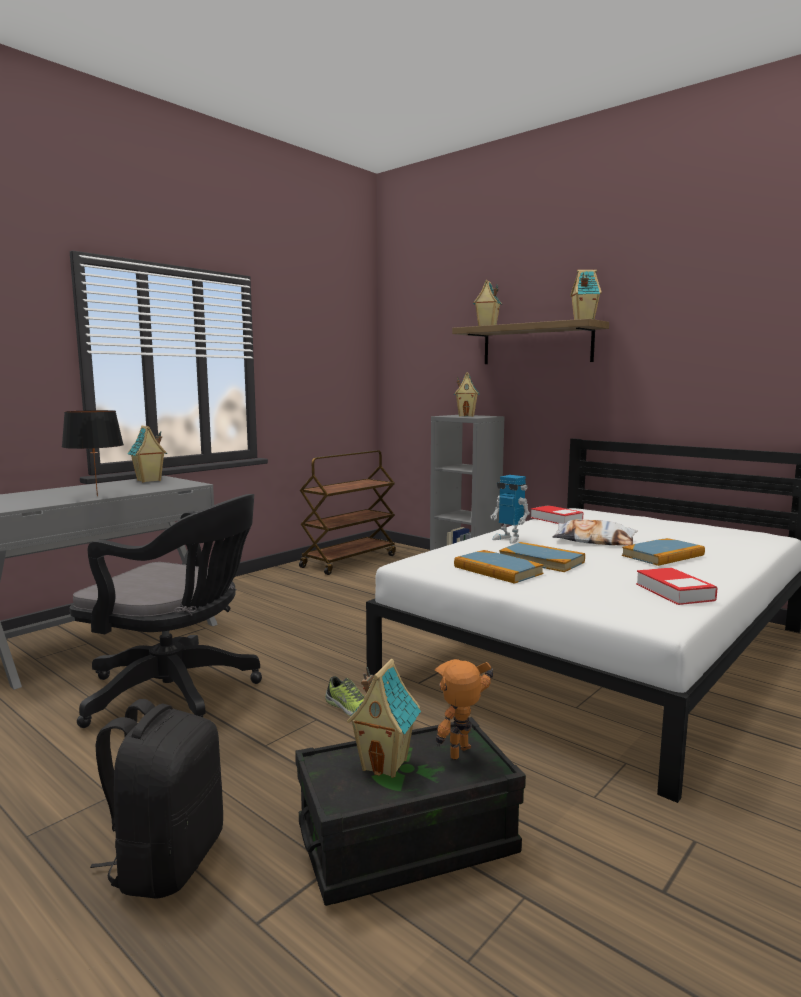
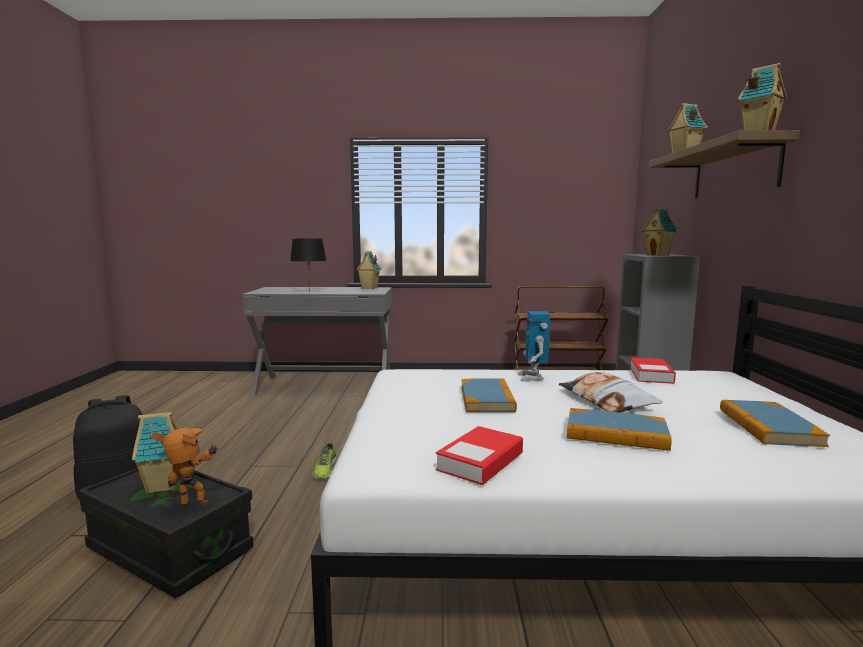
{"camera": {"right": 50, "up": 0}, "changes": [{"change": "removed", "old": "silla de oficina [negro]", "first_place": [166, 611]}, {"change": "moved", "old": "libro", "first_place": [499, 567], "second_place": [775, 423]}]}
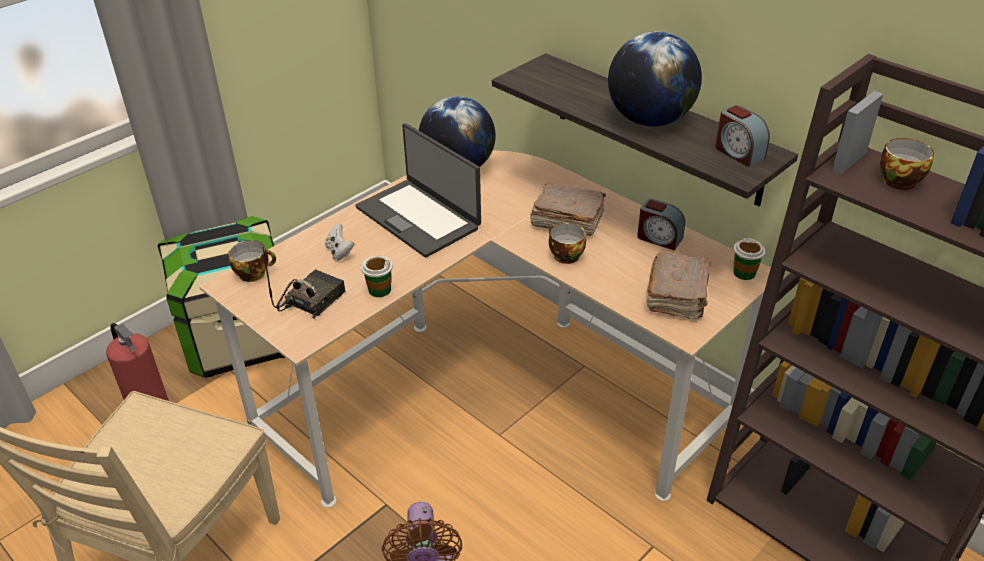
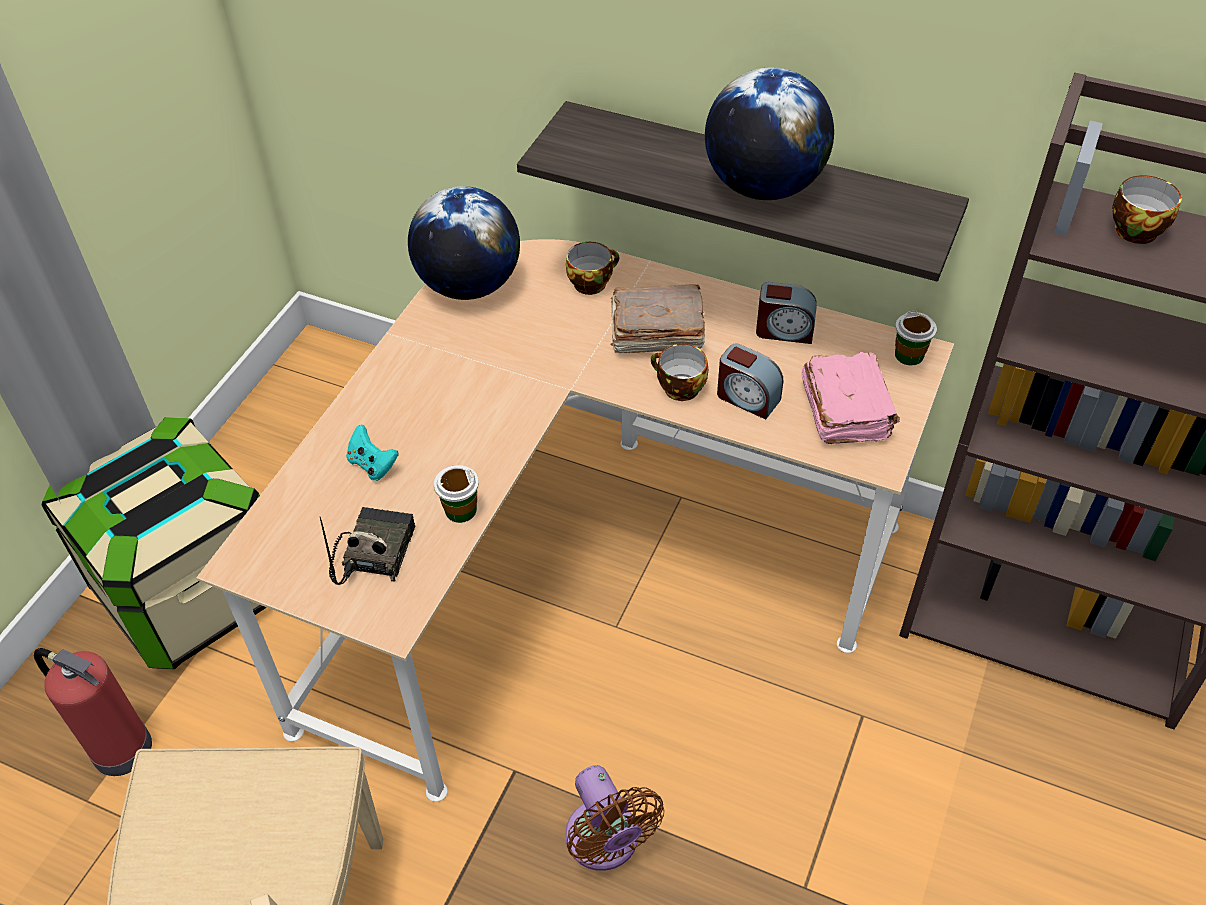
{"camera": {"right": -20, "up": 10}, "changes": [{"change": "removed", "old": "portátil", "first_place": [418, 190]}, {"change": "moved", "old": "taza", "first_place": [252, 261], "second_place": [592, 268]}, {"change": "moved", "old": "despertador", "first_place": [742, 136], "second_place": [750, 381]}, {"change": "recoloured", "old": "mando de consola [blanco]", "new": "mando de consola [turquesa]", "first_place": [339, 242], "second_place": [372, 453]}, {"change": "recoloured", "old": "libro [marrón]", "new": "libro [rosa]", "first_place": [678, 285], "second_place": [850, 398]}]}
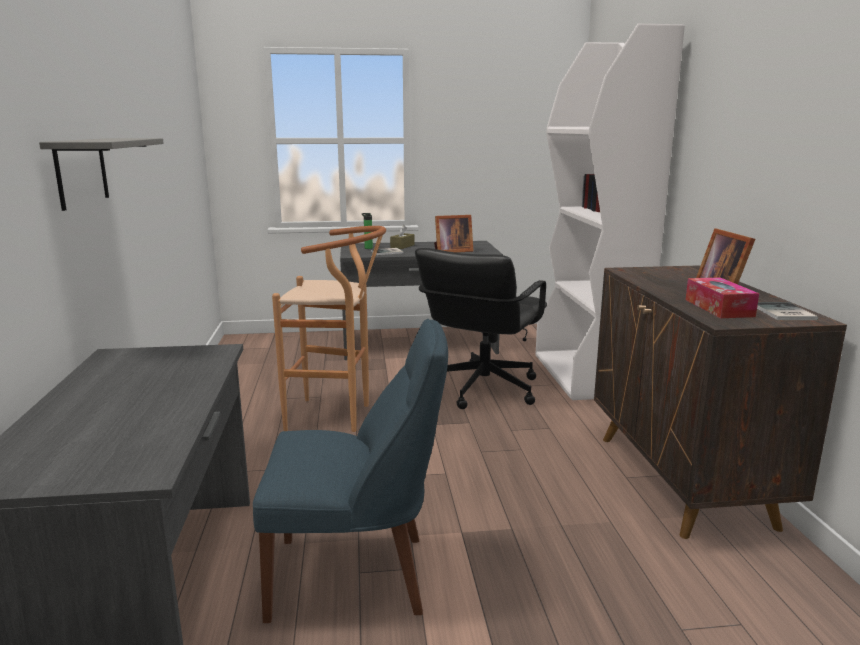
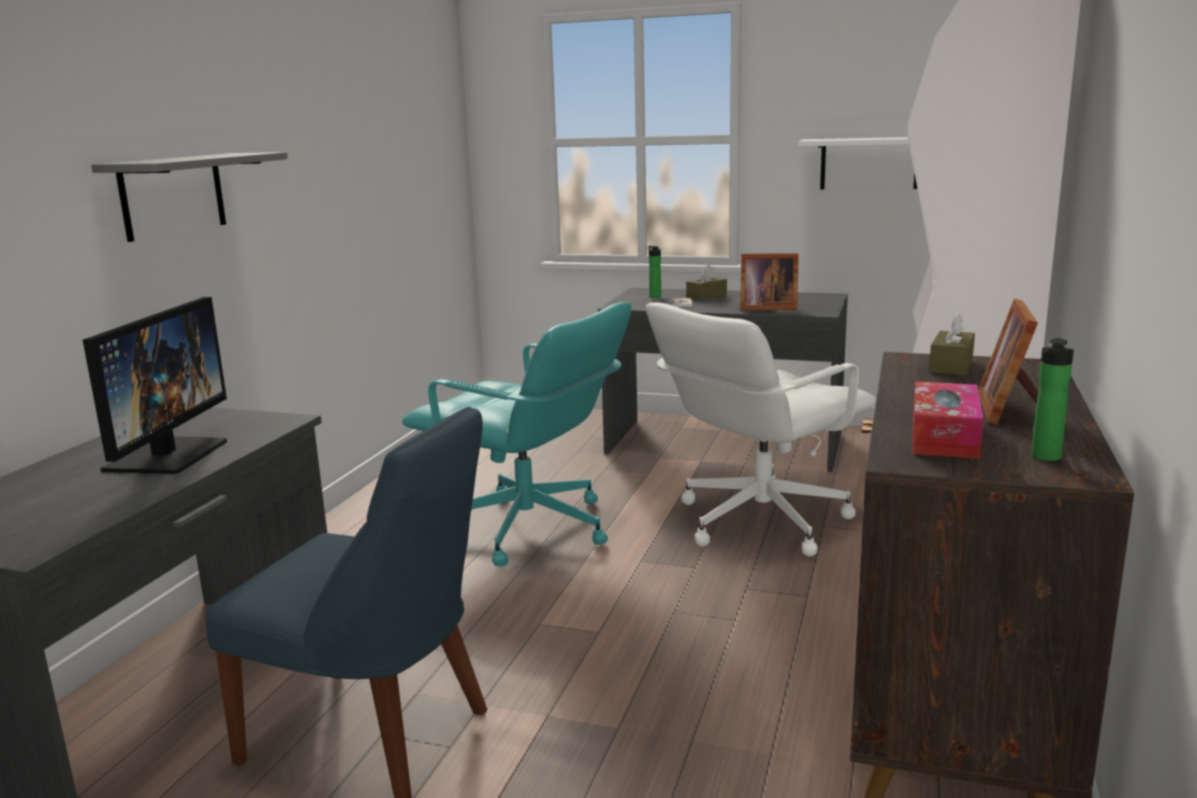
{"camera": {"right": 25, "up": 0}, "changes": [{"change": "added", "new": "monitor", "second_place": [155, 385]}, {"change": "added", "new": "estante [blanco]", "second_place": [857, 163]}, {"change": "added", "new": "caja de pañuelos [marrón]", "second_place": [952, 344]}, {"change": "replaced", "old": "taburete [marrón]", "new": "silla de oficina [turquesa]", "first_place": [329, 329], "second_place": [516, 434]}, {"change": "replaced", "old": "libro", "new": "botella", "first_place": [787, 311], "second_place": [1052, 399]}, {"change": "recoloured", "old": "silla de oficina [negro]", "new": "silla de oficina [blanco]", "first_place": [481, 328], "second_place": [761, 430]}]}
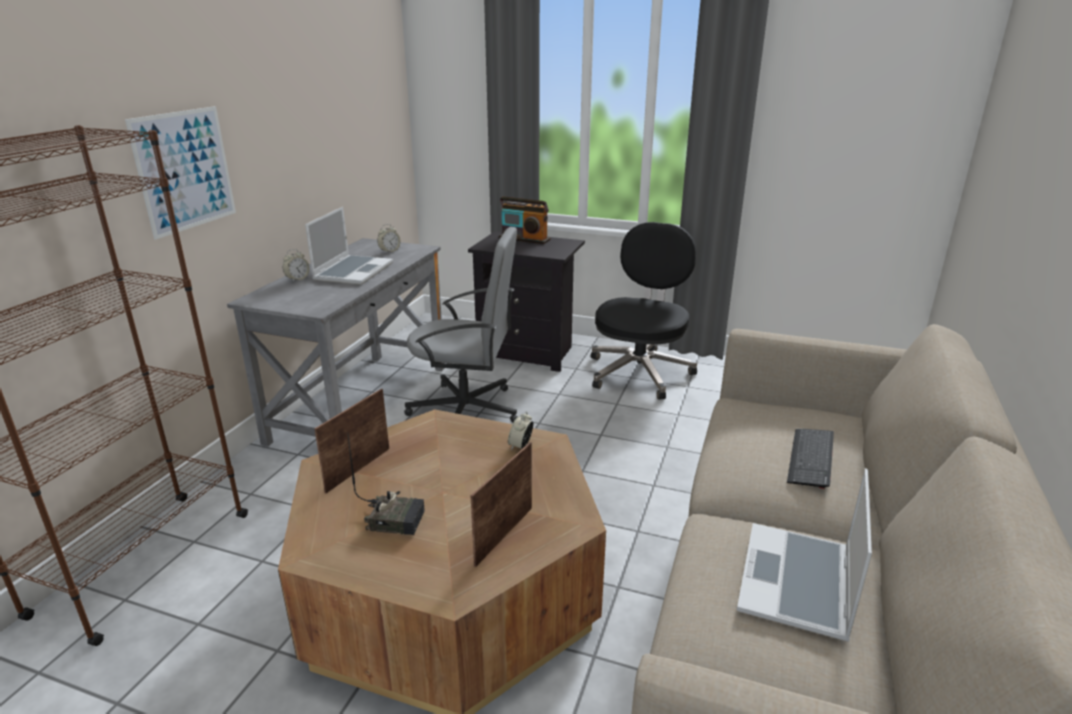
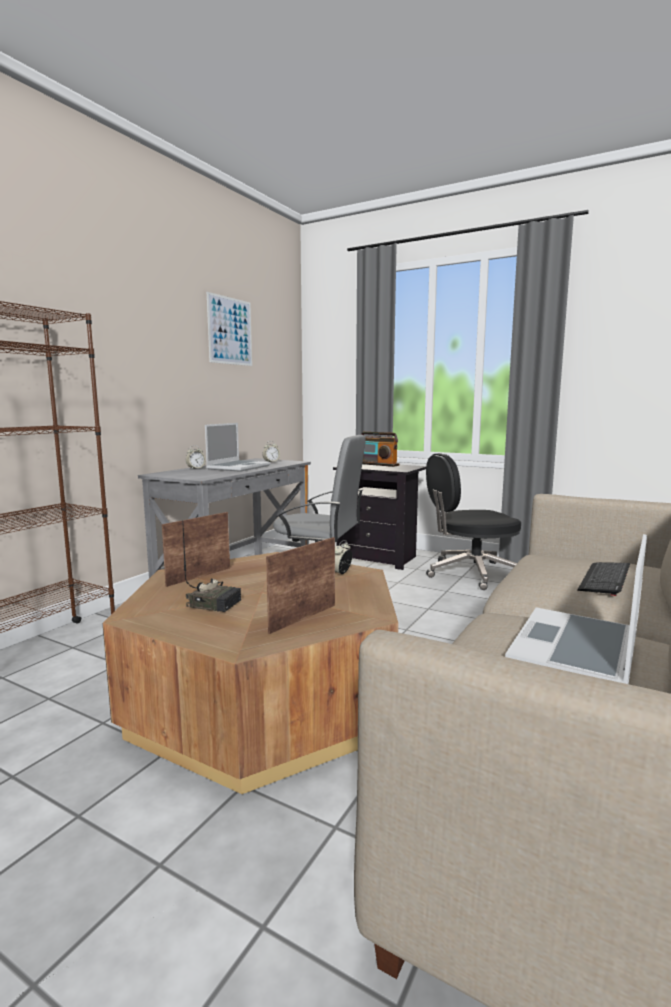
{"camera": {"right": 10, "up": -15}, "changes": [{"change": "moved", "old": "cuadro", "first_place": [180, 173], "second_place": [229, 329]}, {"change": "turned", "old": "silla de oficina [negro]", "first_place": [644, 311], "second_place": [473, 521], "degrees": -135}]}
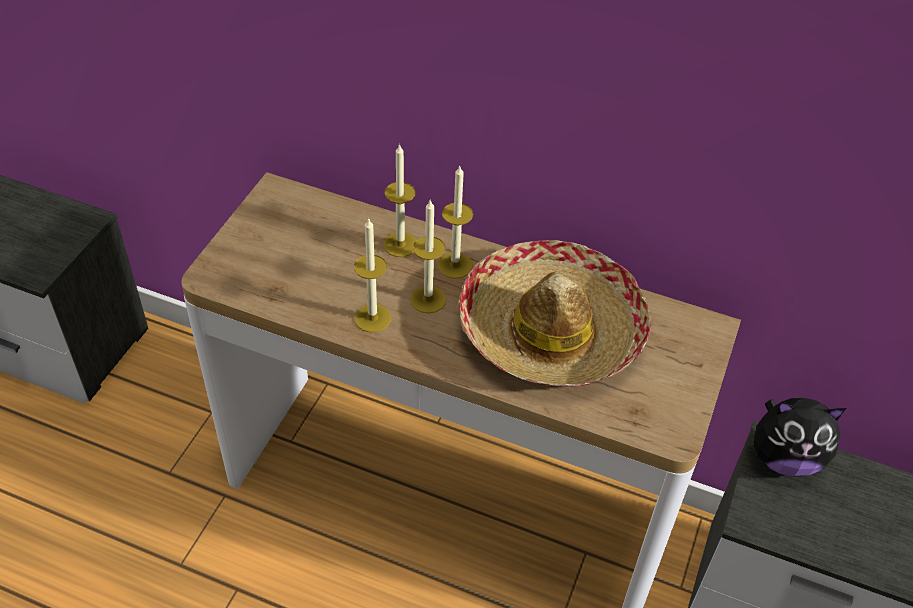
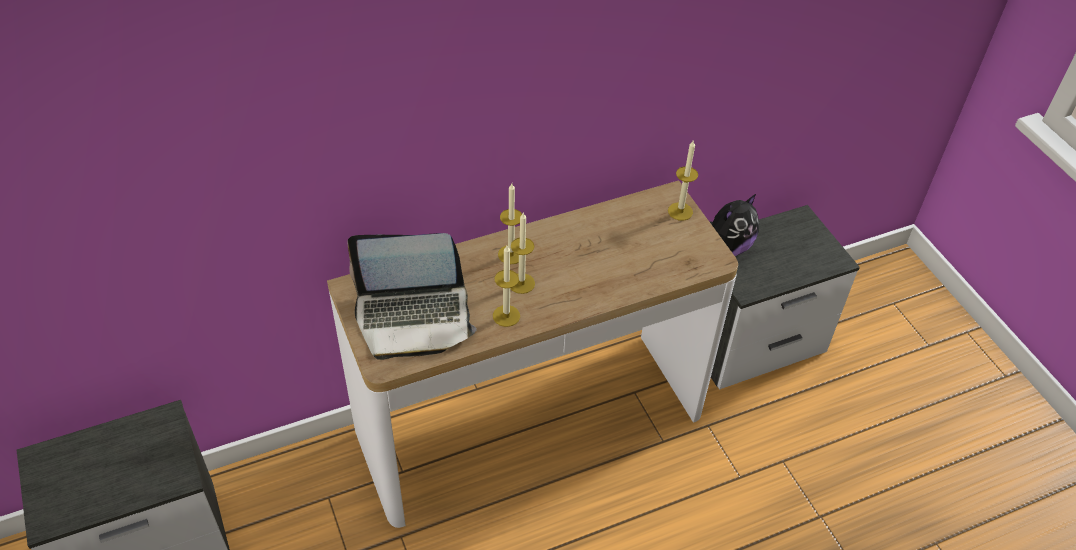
{"camera": {"right": -45, "up": 0}, "changes": [{"change": "removed", "old": "sombrero", "first_place": [554, 313]}, {"change": "added", "new": "portátil", "second_place": [412, 296]}, {"change": "moved", "old": "vela", "first_place": [400, 200], "second_place": [683, 181]}]}
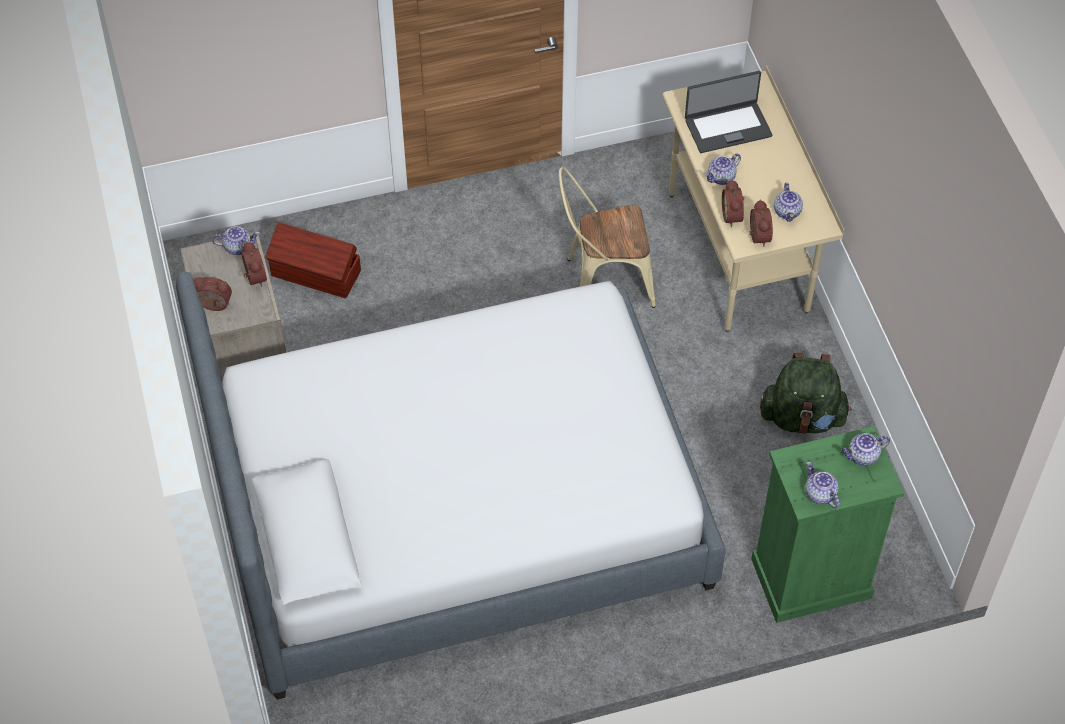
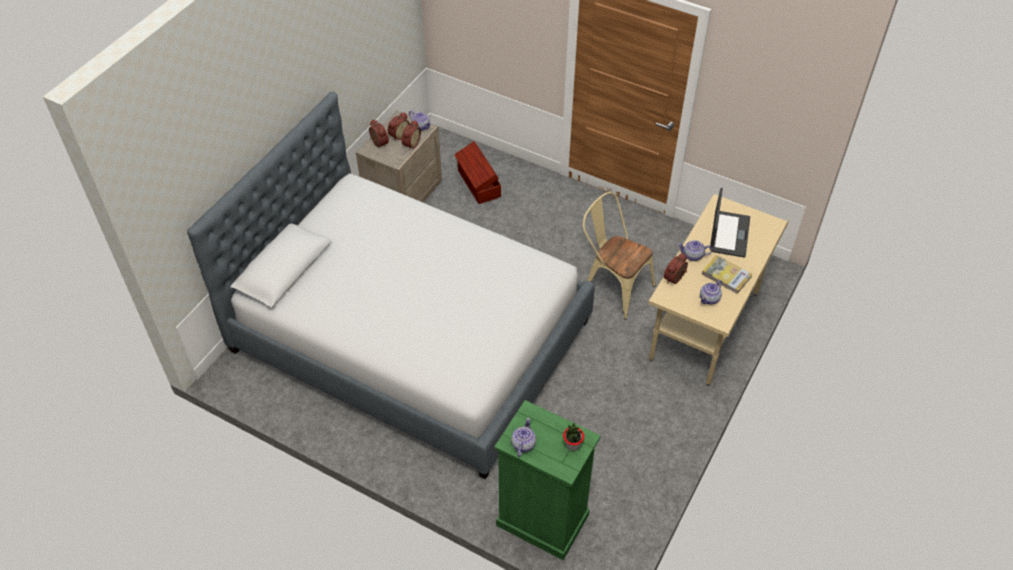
{"camera": {"right": 45, "up": -5}, "changes": [{"change": "removed", "old": "mochila [verde]", "first_place": [805, 393]}, {"change": "added", "new": "libro", "second_place": [726, 274]}, {"change": "moved", "old": "despertador", "first_place": [761, 223], "second_place": [399, 127]}, {"change": "replaced", "old": "tetera", "new": "planta en maceta", "first_place": [866, 449], "second_place": [573, 437]}, {"change": "turned", "old": "portátil", "first_place": [728, 112], "second_place": [730, 223], "degrees": -105}]}
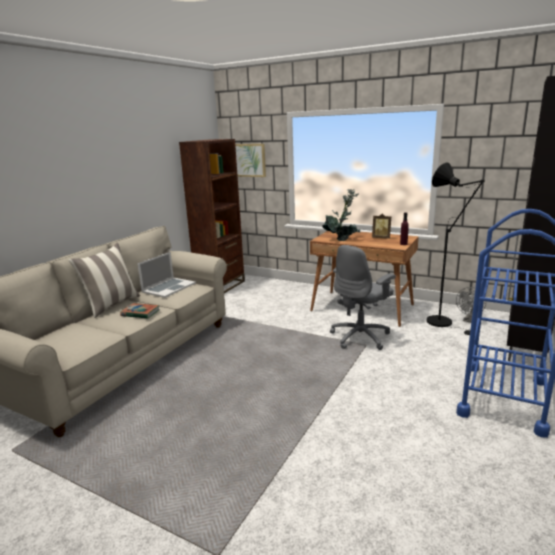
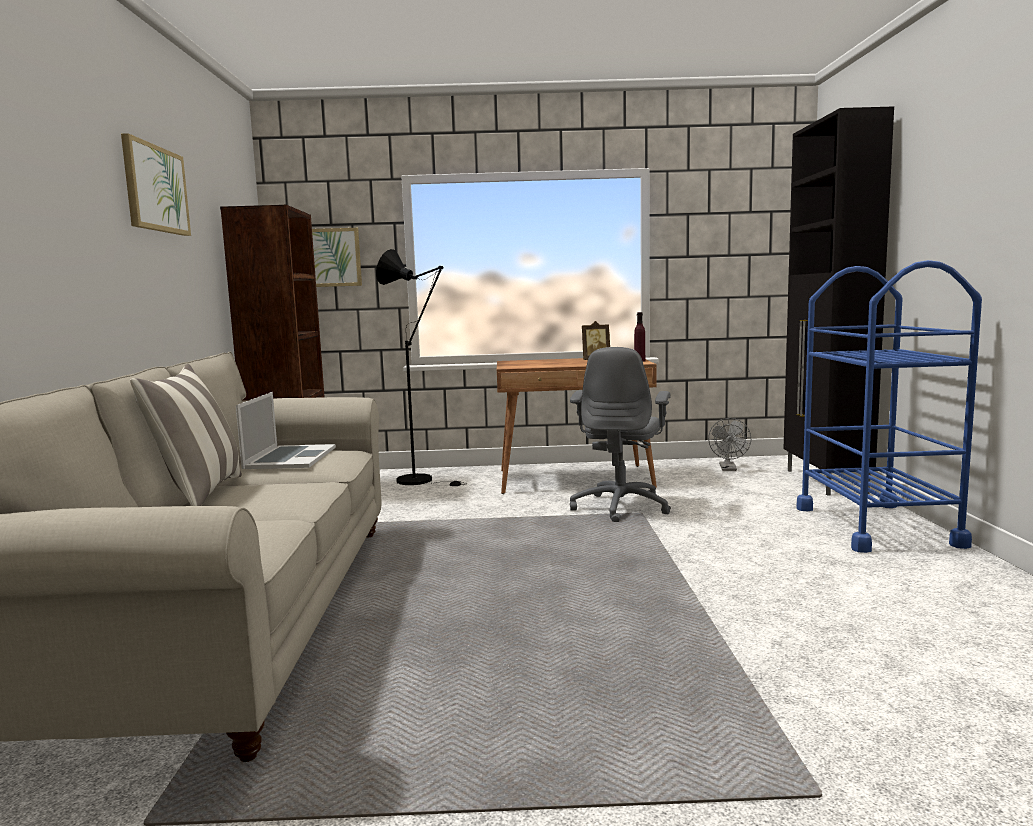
{"camera": {"right": -30, "up": -10}, "changes": [{"change": "removed", "old": "libro", "first_place": [140, 311]}, {"change": "removed", "old": "planta en maceta", "first_place": [341, 215]}, {"change": "added", "new": "cuadro", "second_place": [156, 184]}, {"change": "moved", "old": "lámpara de pie [negro]", "first_place": [455, 248], "second_place": [421, 367]}]}
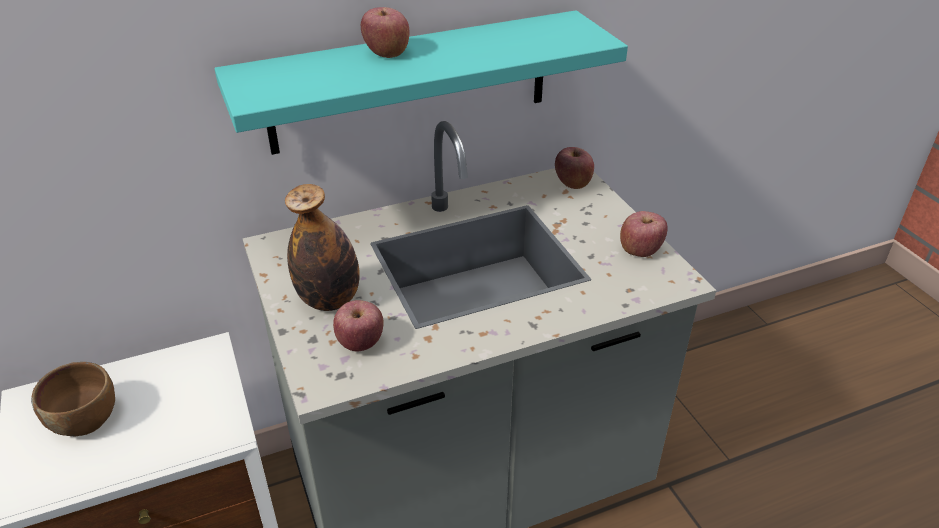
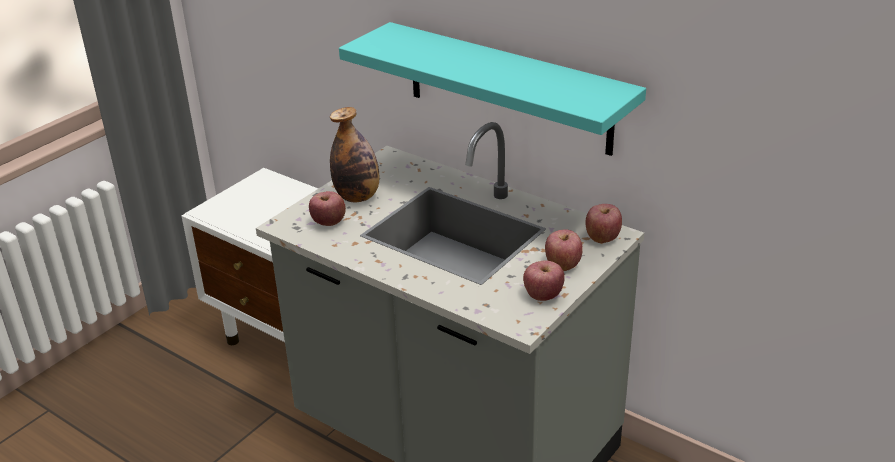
{"camera": {"right": 60, "up": -5}, "changes": [{"change": "removed", "old": "cuenco [marrón]", "first_place": [73, 399]}, {"change": "moved", "old": "manzana", "first_place": [385, 32], "second_place": [564, 250]}]}
